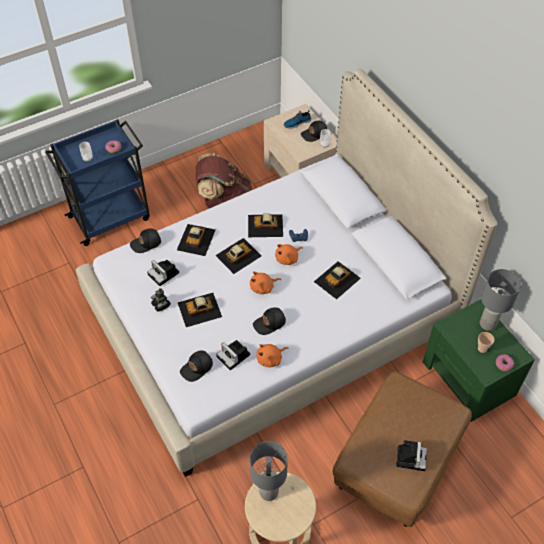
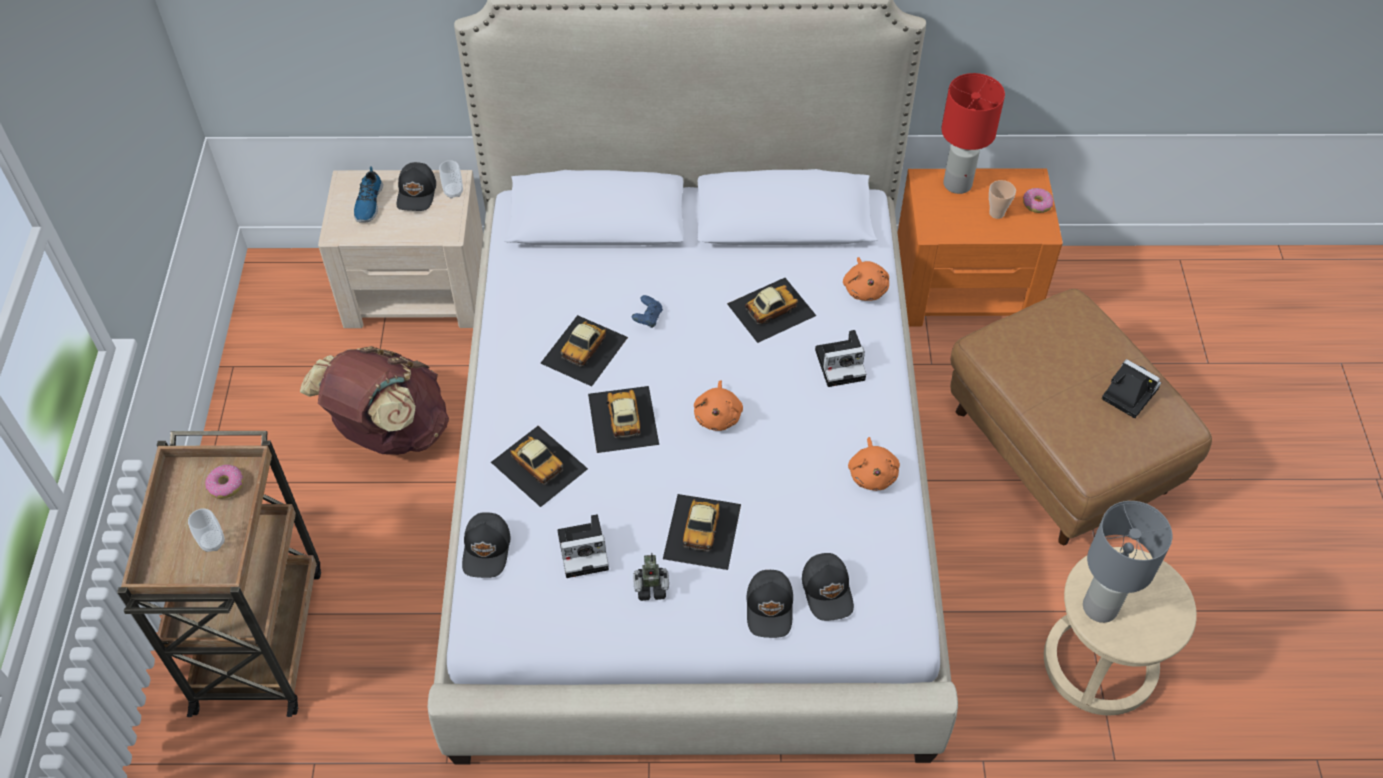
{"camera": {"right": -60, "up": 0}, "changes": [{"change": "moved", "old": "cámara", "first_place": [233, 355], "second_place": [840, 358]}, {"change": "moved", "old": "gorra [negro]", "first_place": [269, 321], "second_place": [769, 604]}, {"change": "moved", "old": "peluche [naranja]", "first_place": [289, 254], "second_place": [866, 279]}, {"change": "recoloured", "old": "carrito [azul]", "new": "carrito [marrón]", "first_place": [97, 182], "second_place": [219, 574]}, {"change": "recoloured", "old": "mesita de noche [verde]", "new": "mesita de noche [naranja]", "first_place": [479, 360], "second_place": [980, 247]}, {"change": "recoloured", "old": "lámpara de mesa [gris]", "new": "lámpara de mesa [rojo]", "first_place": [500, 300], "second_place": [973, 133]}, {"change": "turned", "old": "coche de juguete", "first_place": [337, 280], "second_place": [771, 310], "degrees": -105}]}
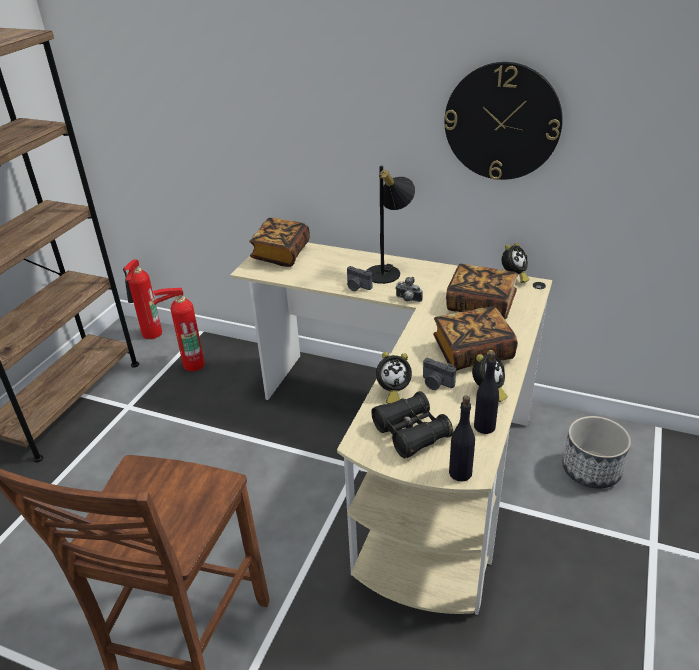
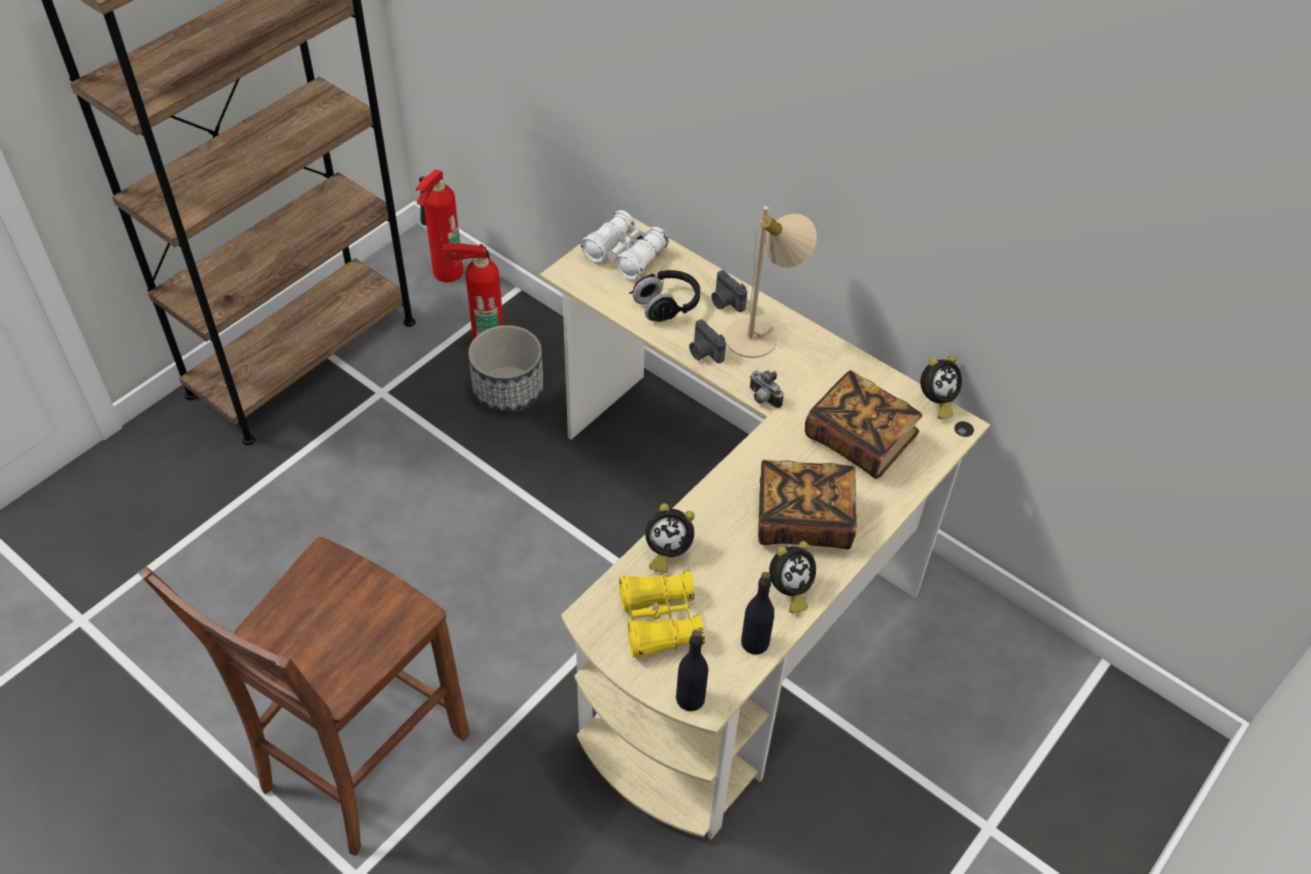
{"camera": {"right": 15, "up": 15}, "changes": [{"change": "removed", "old": "reloj de pared", "first_place": [503, 121]}, {"change": "added", "new": "auriculares [negro]", "second_place": [664, 296]}, {"change": "moved", "old": "cámara", "first_place": [439, 374], "second_place": [729, 291]}, {"change": "moved", "old": "maceta", "first_place": [596, 452], "second_place": [506, 369]}, {"change": "replaced", "old": "libro", "new": "prismáticos [blanco]", "first_place": [279, 242], "second_place": [625, 245]}, {"change": "recoloured", "old": "lámpara de mesa [negro]", "new": "lámpara de mesa [beis]", "first_place": [391, 225], "second_place": [770, 282]}, {"change": "recoloured", "old": "prismáticos [negro]", "new": "prismáticos [amarillo]", "first_place": [412, 424], "second_place": [662, 614]}]}
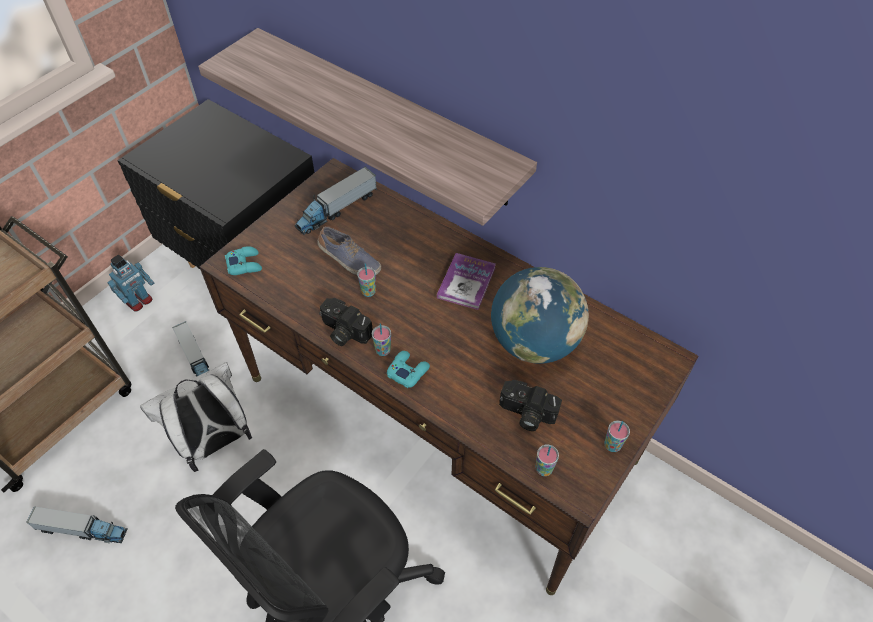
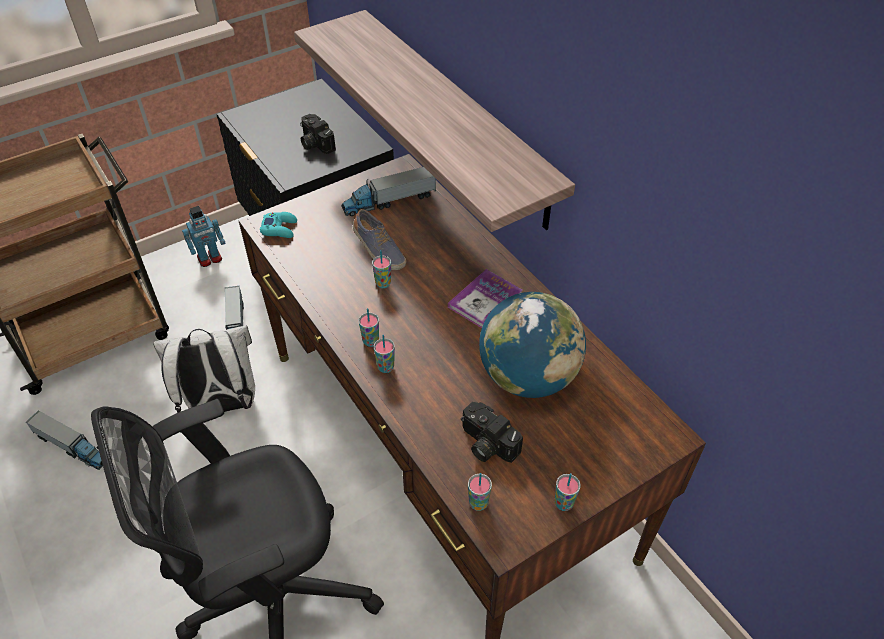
{"camera": {"right": 20, "up": -5}, "changes": [{"change": "moved", "old": "cámara", "first_place": [346, 322], "second_place": [318, 134]}, {"change": "replaced", "old": "mando de consola [turquesa]", "new": "taza", "first_place": [408, 369], "second_place": [384, 353]}]}
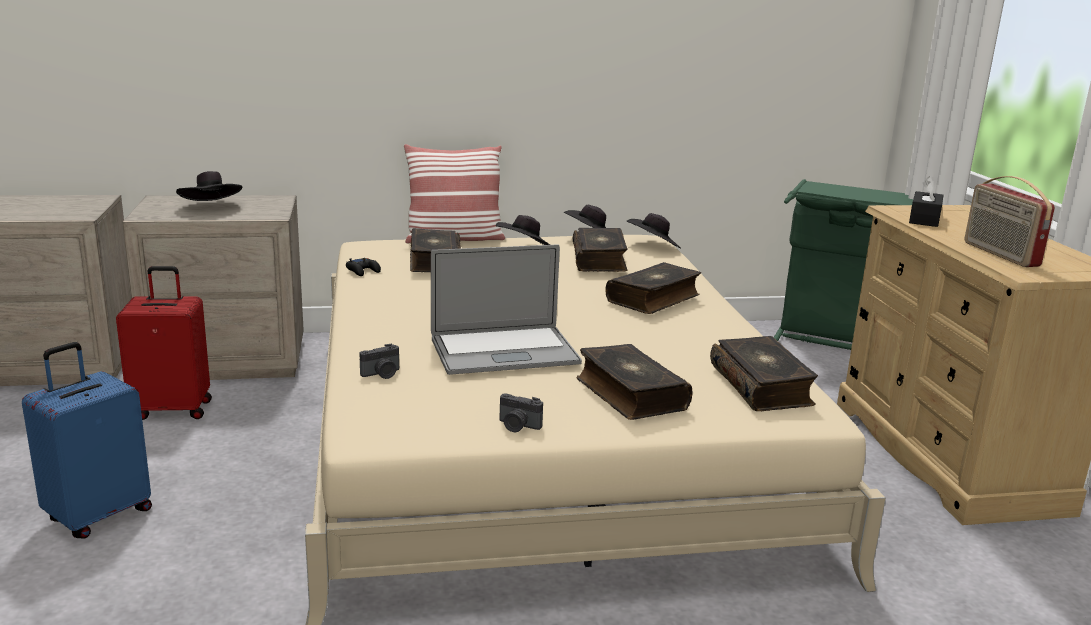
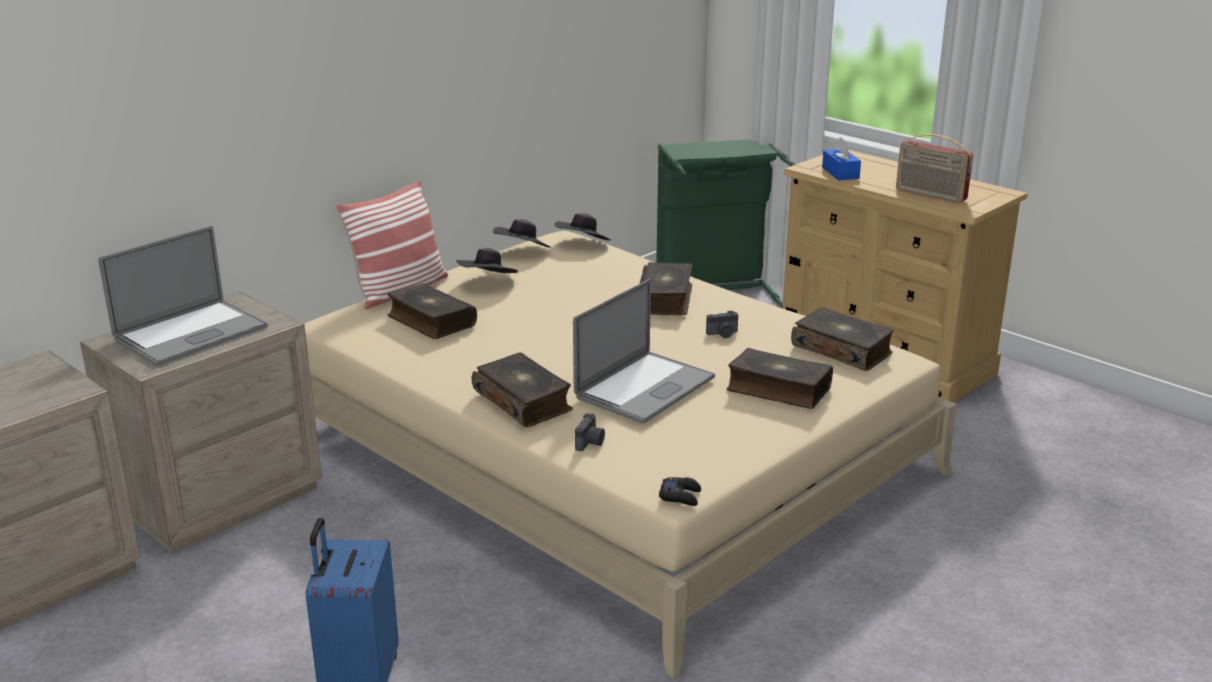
{"camera": {"right": -35, "up": 5}, "changes": [{"change": "removed", "old": "maleta [rojo]", "first_place": [164, 343]}, {"change": "moved", "old": "mando de consola [negro]", "first_place": [363, 267], "second_place": [680, 491]}, {"change": "moved", "old": "cámara", "first_place": [521, 412], "second_place": [722, 324]}, {"change": "moved", "old": "libro", "first_place": [600, 250], "second_place": [522, 389]}, {"change": "replaced", "old": "sombrero [negro]", "new": "portátil", "first_place": [209, 186], "second_place": [183, 296]}, {"change": "recoloured", "old": "caja de pañuelos [negro]", "new": "caja de pañuelos [azul]", "first_place": [926, 201], "second_place": [841, 159]}]}
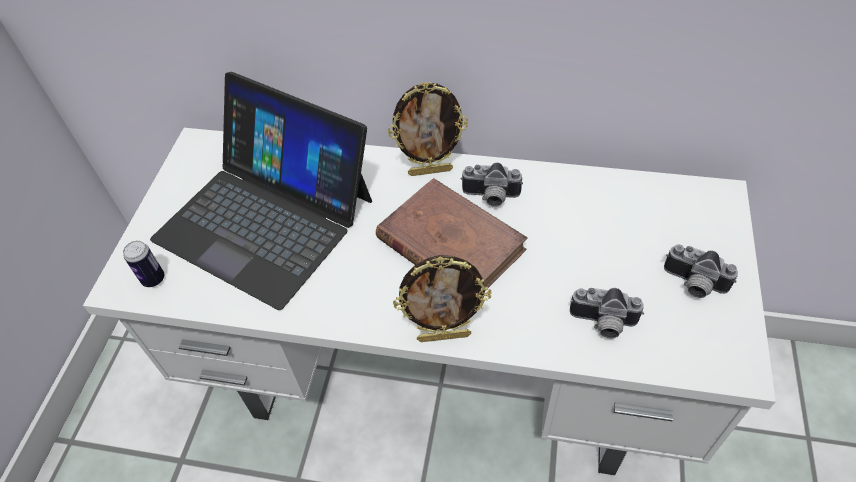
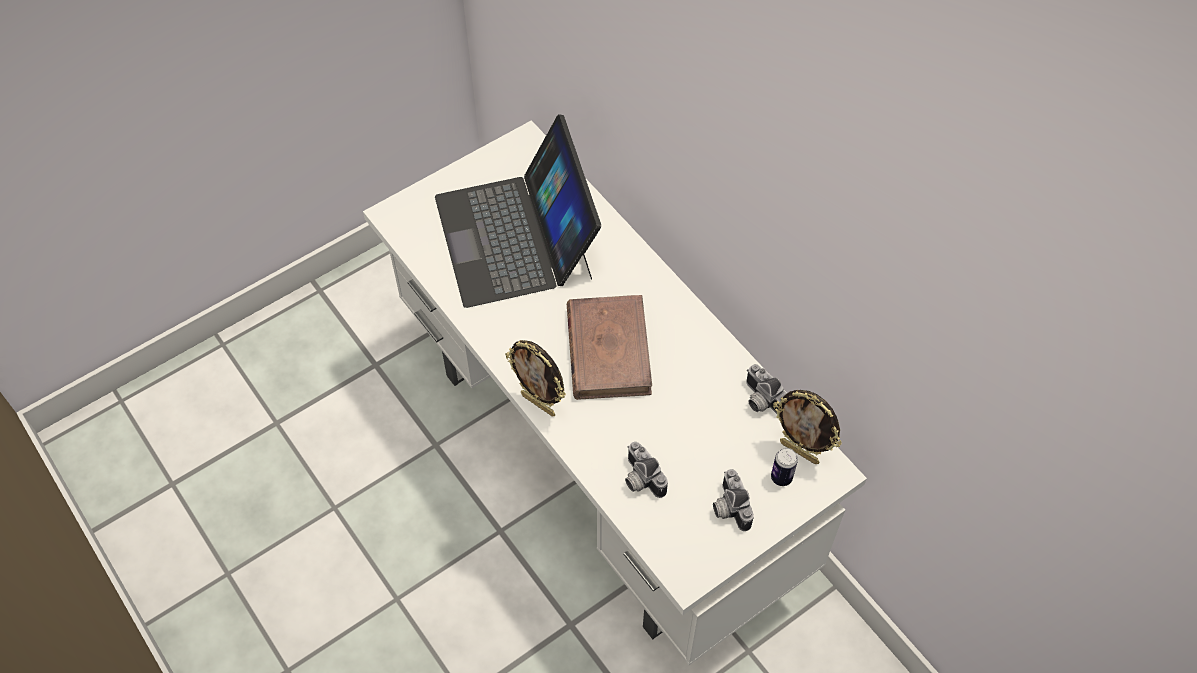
{"camera": {"right": 40, "up": 5}, "changes": [{"change": "moved", "old": "lata", "first_place": [143, 264], "second_place": [784, 467]}, {"change": "moved", "old": "portarretratos", "first_place": [428, 129], "second_place": [807, 427]}, {"change": "moved", "old": "cámara", "first_place": [492, 185], "second_place": [766, 389]}]}
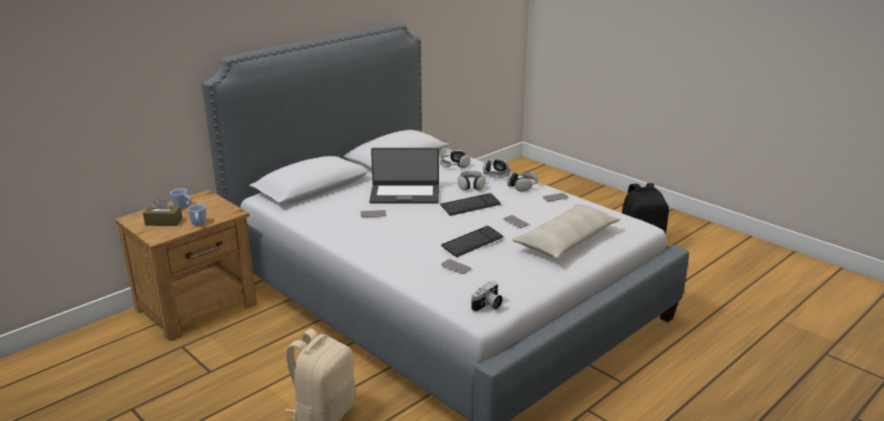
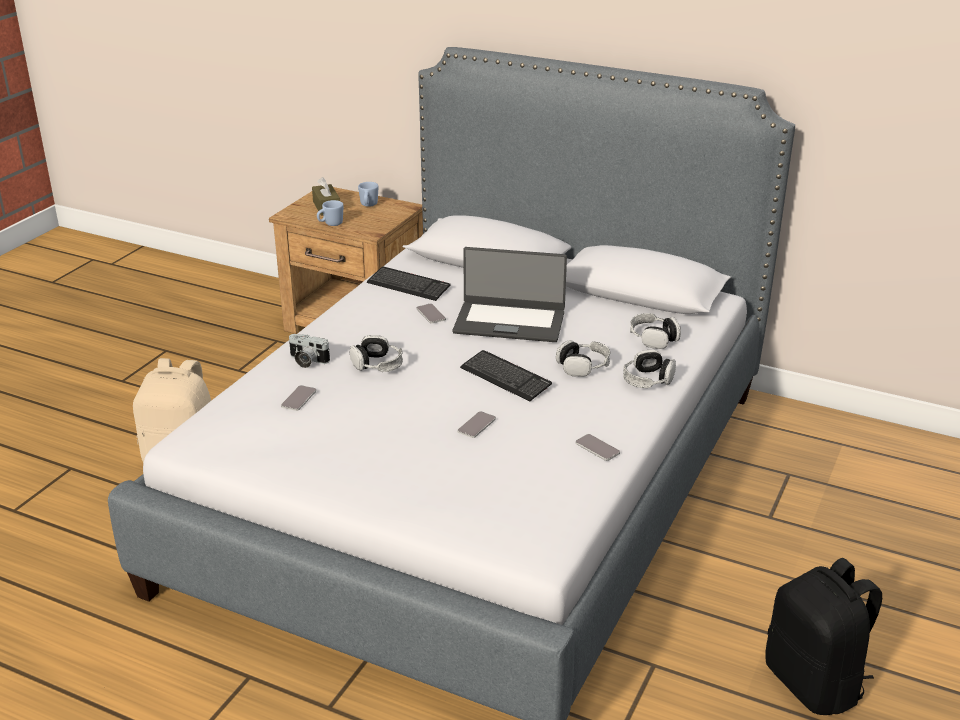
{"camera": {"right": 70, "up": 5}, "changes": [{"change": "removed", "old": "cojín [beis]", "first_place": [566, 231]}, {"change": "moved", "old": "teclado", "first_place": [472, 241], "second_place": [409, 284]}, {"change": "moved", "old": "cámara", "first_place": [487, 296], "second_place": [309, 351]}, {"change": "moved", "old": "auriculares", "first_place": [522, 181], "second_place": [376, 353]}, {"change": "turned", "old": "portátil", "first_place": [404, 176], "second_place": [510, 294], "degrees": -60}]}
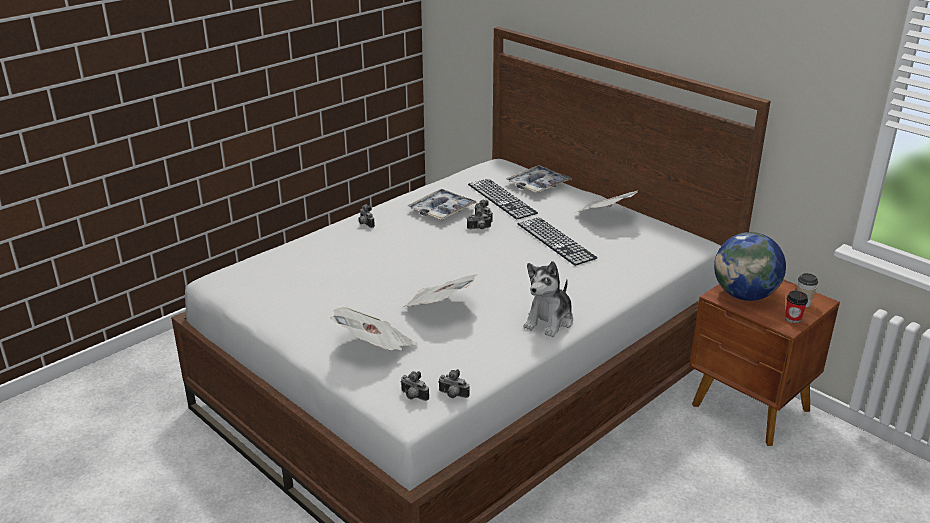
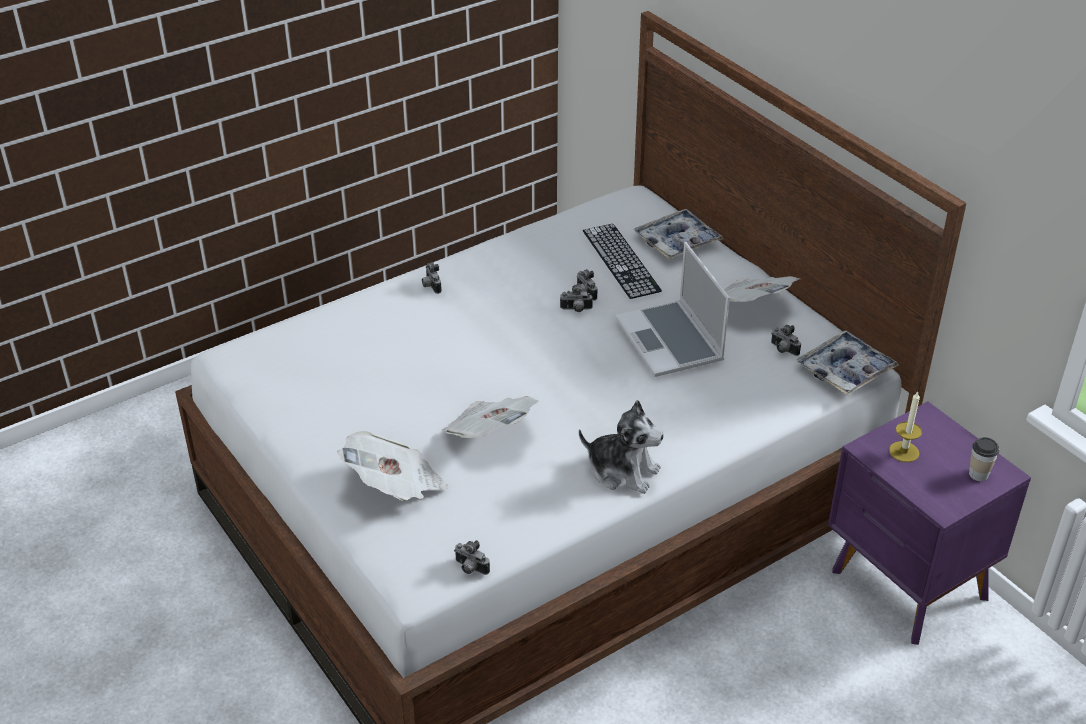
{"camera": {"right": 10, "up": 10}, "changes": [{"change": "removed", "old": "taza", "first_place": [796, 307]}, {"change": "moved", "old": "cámara", "first_place": [414, 386], "second_place": [786, 340]}, {"change": "moved", "old": "bandeja", "first_place": [442, 204], "second_place": [848, 362]}, {"change": "replaced", "old": "teclado", "new": "portátil", "first_place": [557, 241], "second_place": [672, 309]}, {"change": "replaced", "old": "globo terráqueo", "new": "vela", "first_place": [750, 266], "second_place": [905, 426]}, {"change": "recoloured", "old": "mesita de noche [marrón]", "new": "mesita de noche [morado]", "first_place": [764, 362], "second_place": [929, 523]}, {"change": "turned", "old": "peluche", "first_place": [548, 299], "second_place": [621, 447], "degrees": -105}]}
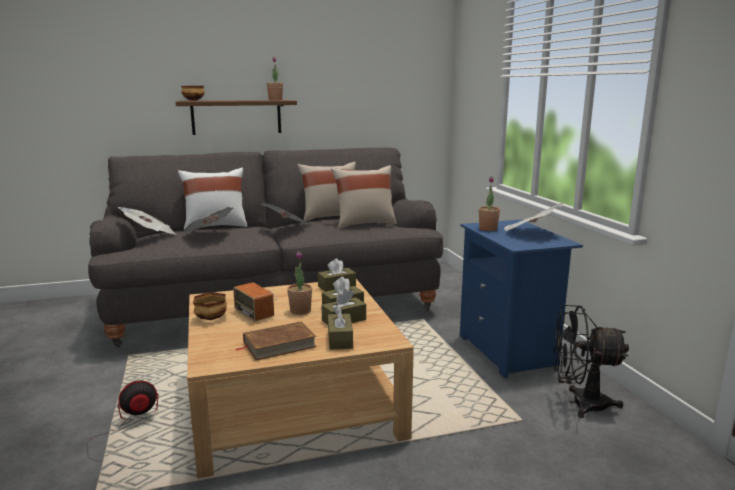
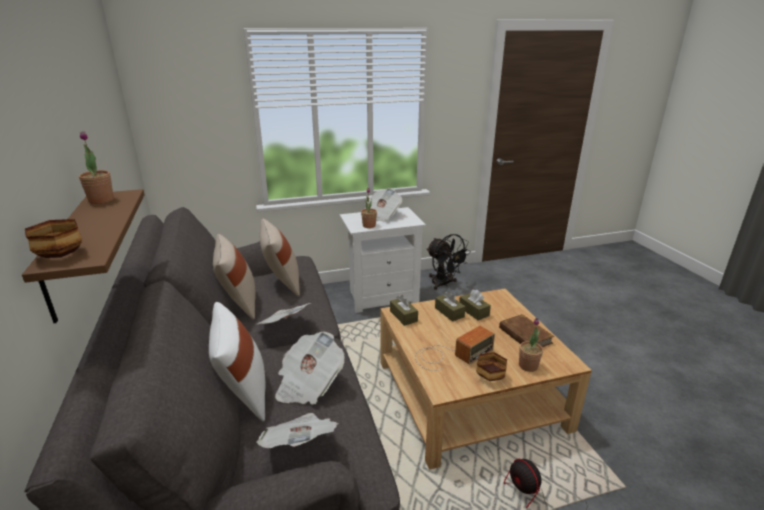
{"camera": {"right": -90, "up": 10}, "changes": [{"change": "removed", "old": "caja de pañuelos [marrón]", "first_place": [340, 327]}, {"change": "moved", "old": "planta en maceta", "first_place": [299, 283], "second_place": [531, 345]}, {"change": "recoloured", "old": "mesita de noche [azul]", "new": "mesita de noche [blanco]", "first_place": [521, 298], "second_place": [383, 260]}, {"change": "turned", "old": "ventilador [negro]", "first_place": [591, 361], "second_place": [449, 262], "degrees": -45}]}
